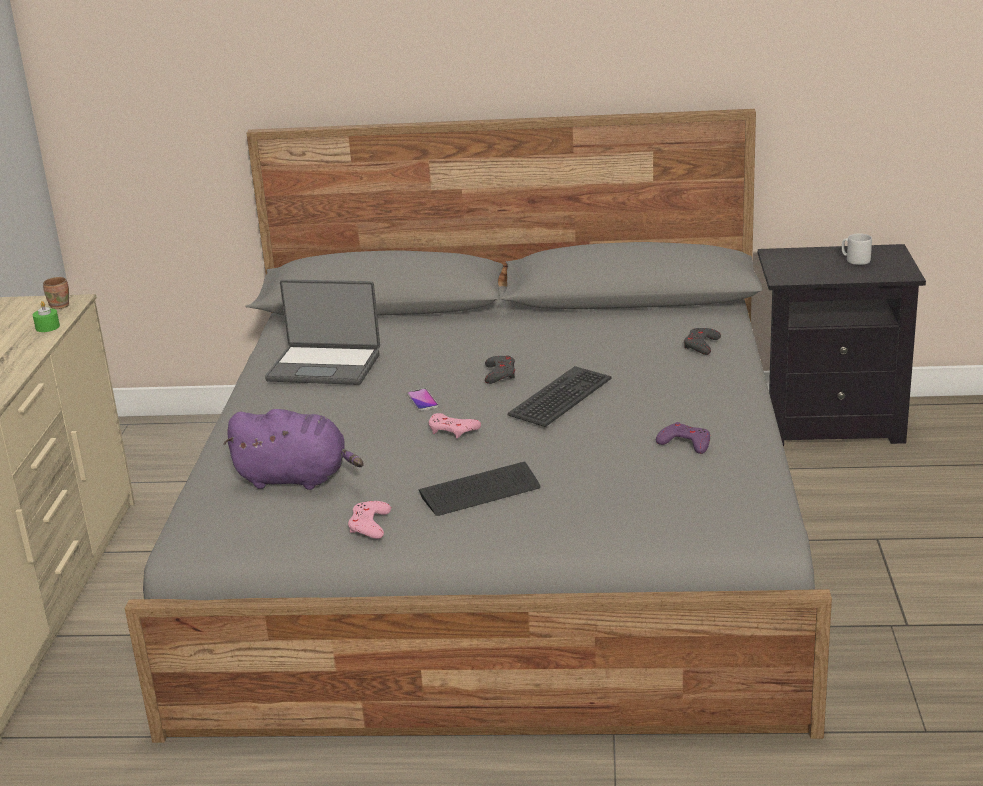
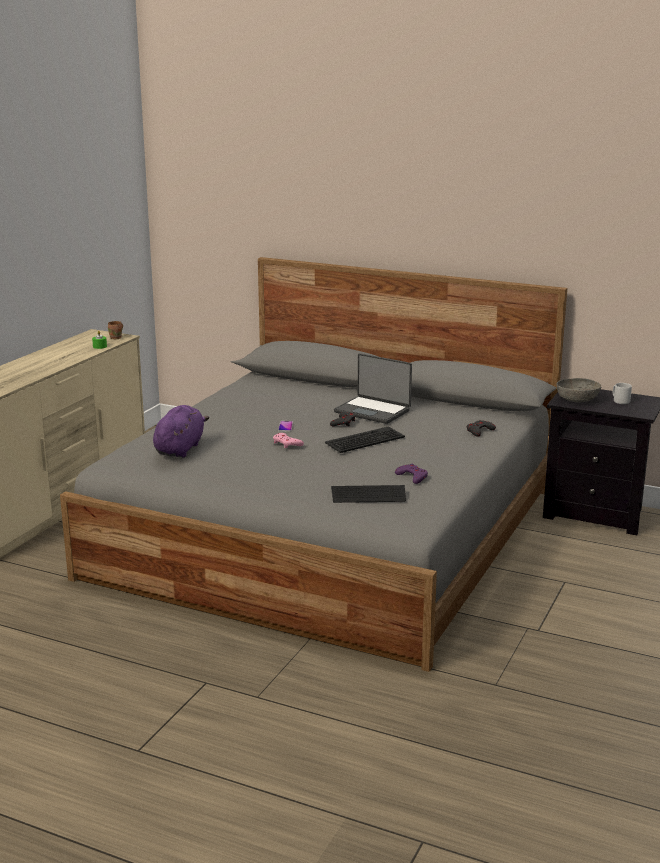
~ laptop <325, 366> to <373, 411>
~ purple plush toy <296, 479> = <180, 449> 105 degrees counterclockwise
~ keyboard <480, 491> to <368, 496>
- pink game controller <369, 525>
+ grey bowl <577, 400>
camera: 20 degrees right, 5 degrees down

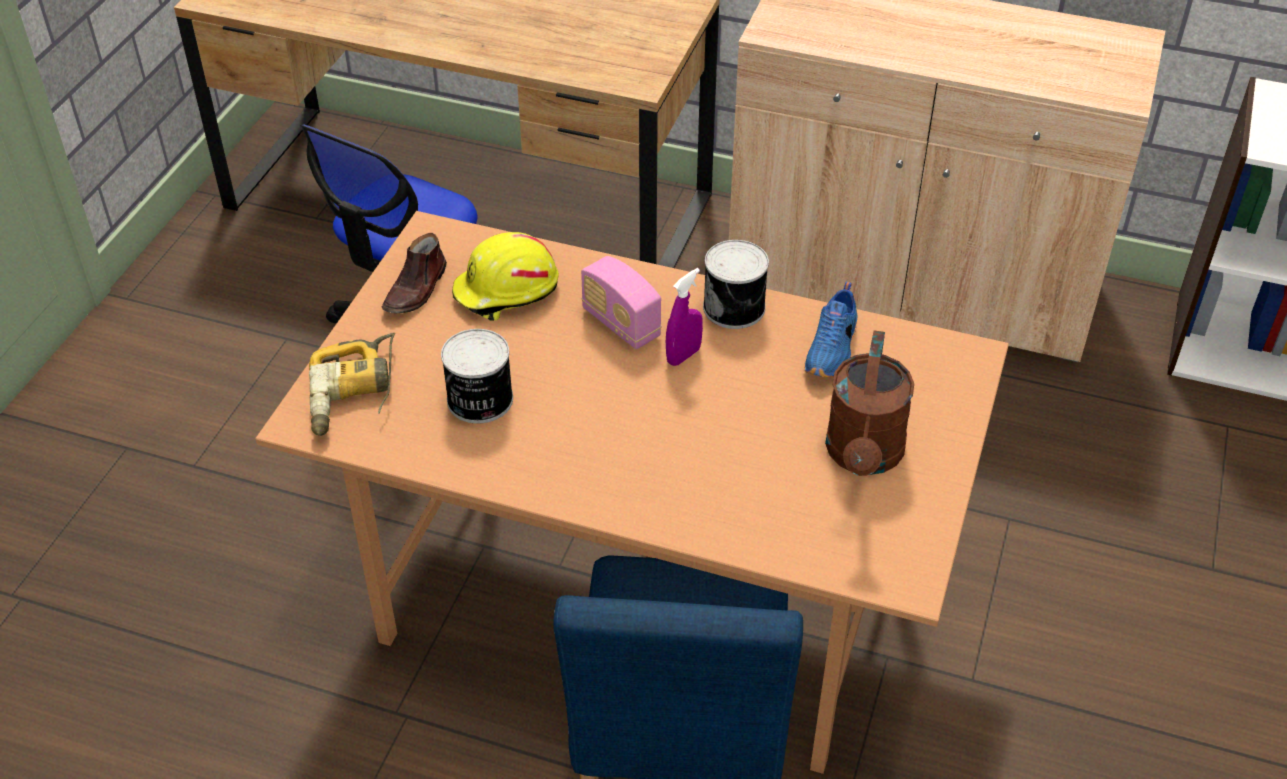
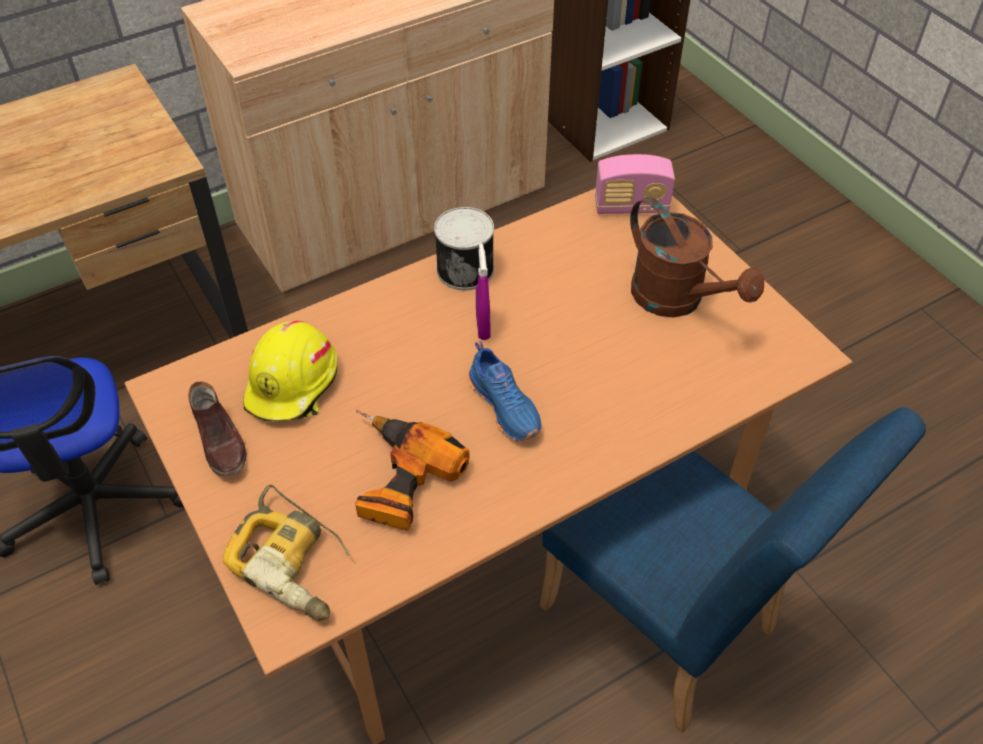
~ radio <621, 324> to <631, 206>
~ blue shoe <833, 350> to <506, 406>
~ can <479, 401> to power drill <397, 479>
camera: 50 degrees left, 5 degrees up

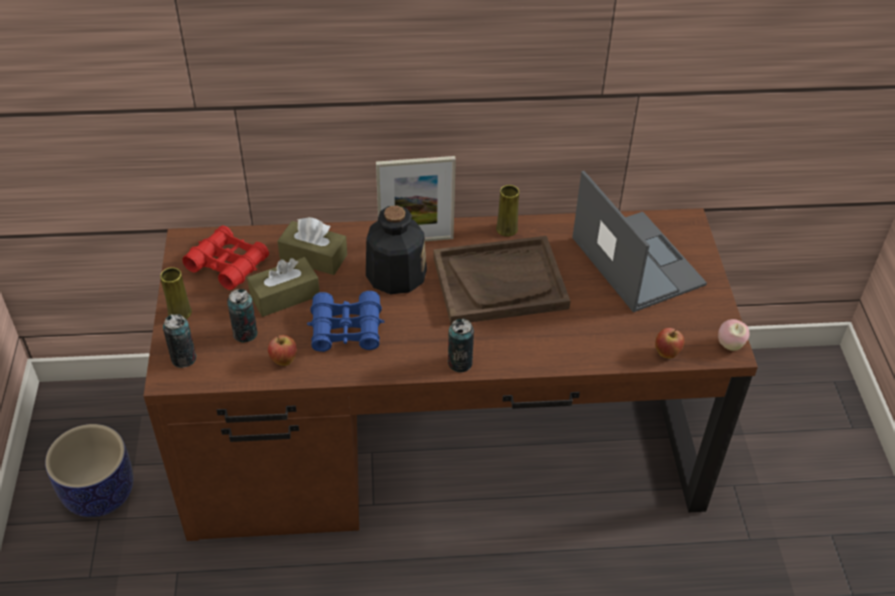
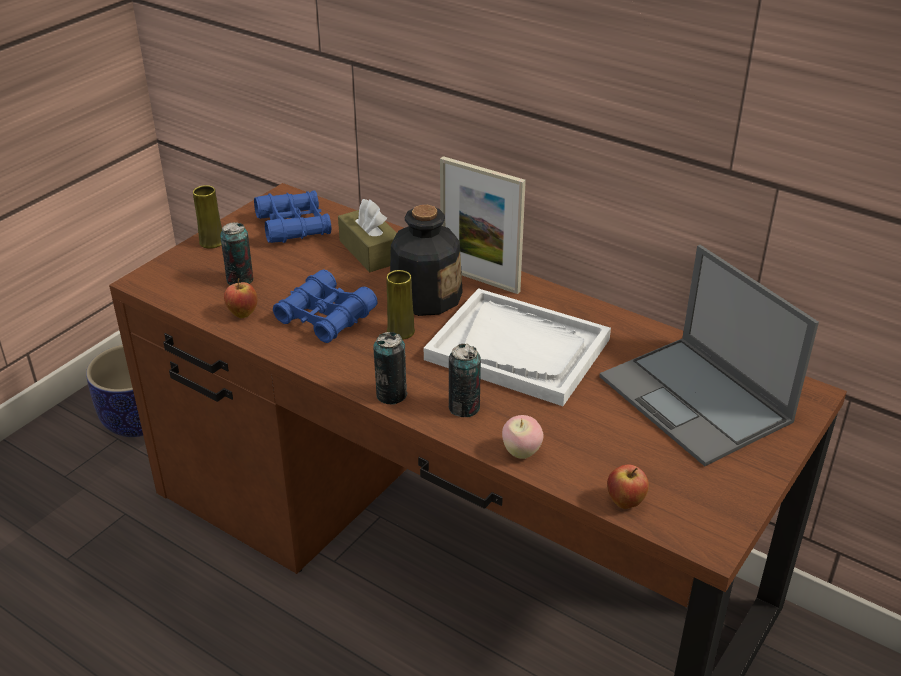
~ laptop <635, 260> = <696, 400> 135 degrees clockwise
~ yellow vase <506, 229> to <400, 331>
~ red binoculars <228, 264> to blue binoculars <294, 226>
~ brown tray <500, 282> to white tray <518, 349>
- brown tissue box <285, 296>
~ can <183, 358> to <464, 408>
~ apple <730, 345> to <521, 452>
camera: 40 degrees right, 10 degrees down

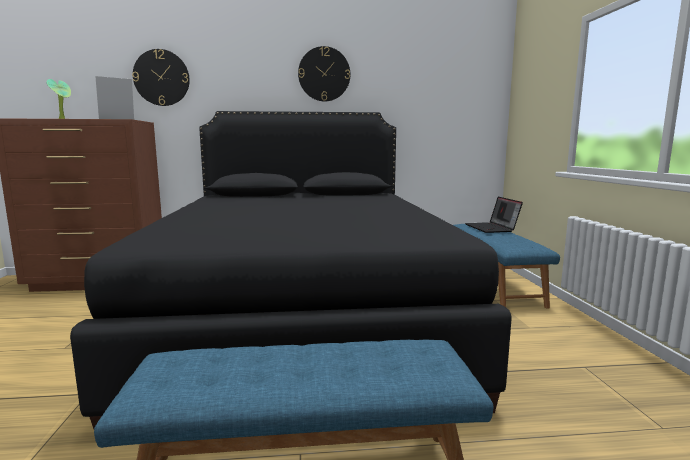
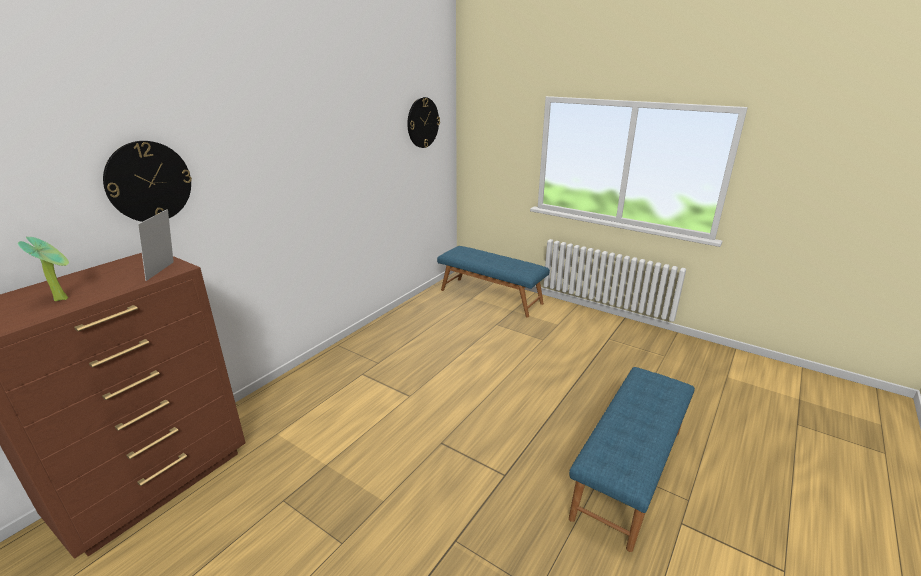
~ wall clock <324, 74> to <422, 122>
- black bed <303, 316>
- laptop <492, 228>
camera: 50 degrees left, 15 degrees up

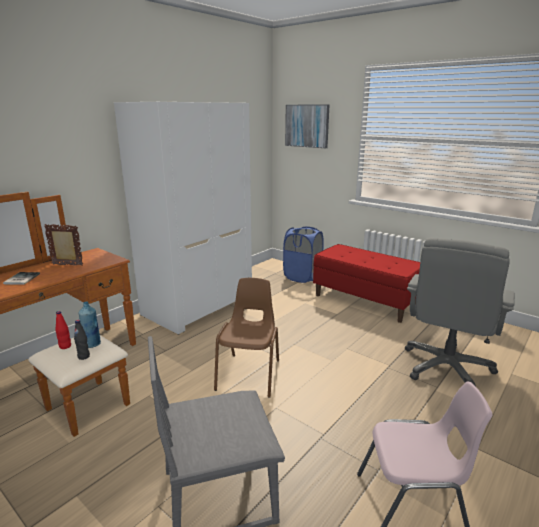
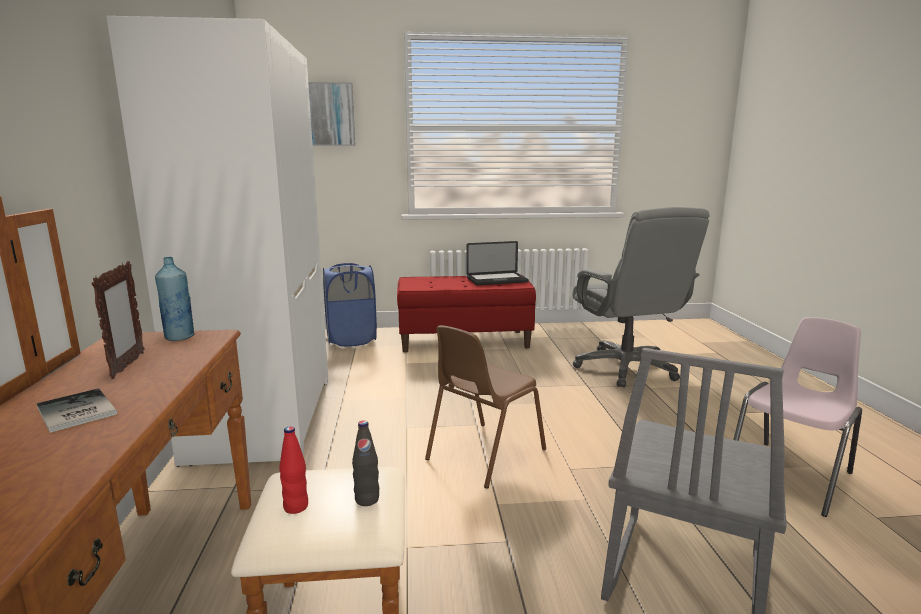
~ picture frame <67, 265> = <127, 365> 120 degrees clockwise
~ brown chair <250, 374> = <483, 454> 105 degrees counterclockwise
~ blue bottle <92, 344> to <179, 337>
+ laptop <497, 280>
camera: 45 degrees left, 5 degrees down

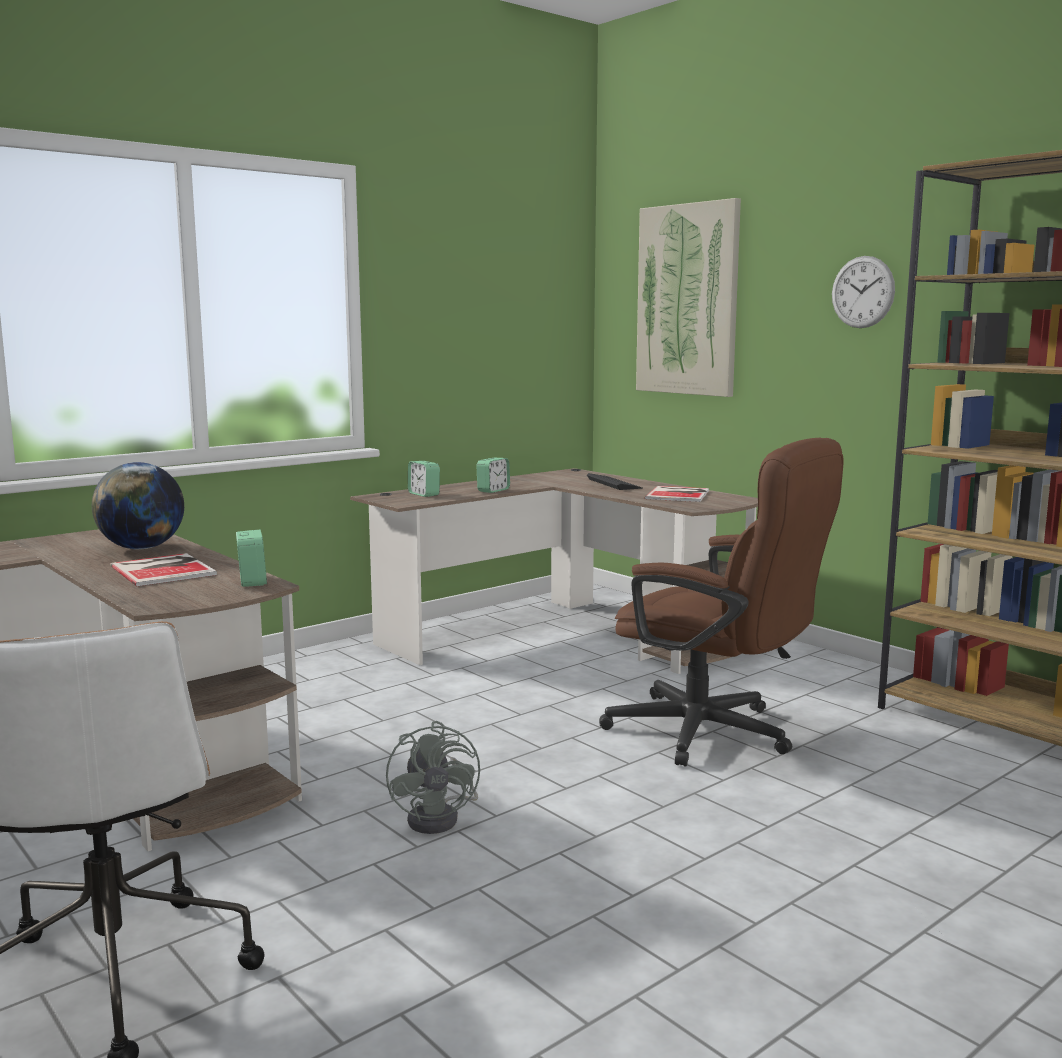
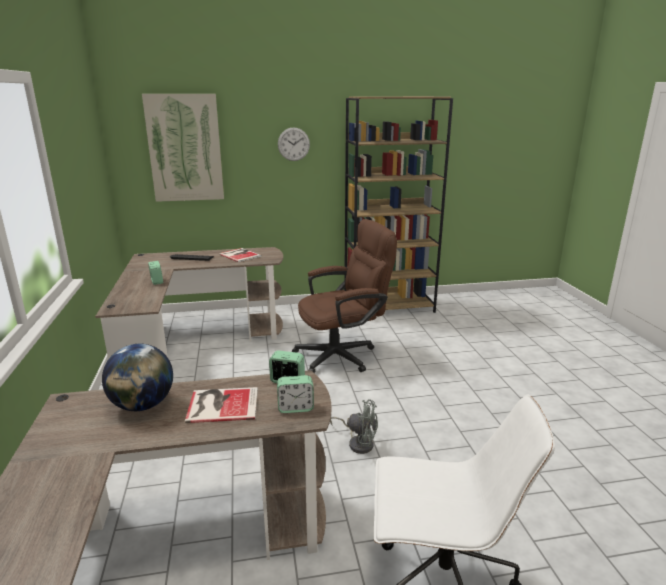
~ alarm clock <424, 494> to <295, 408>
camera: 60 degrees left, 10 degrees up

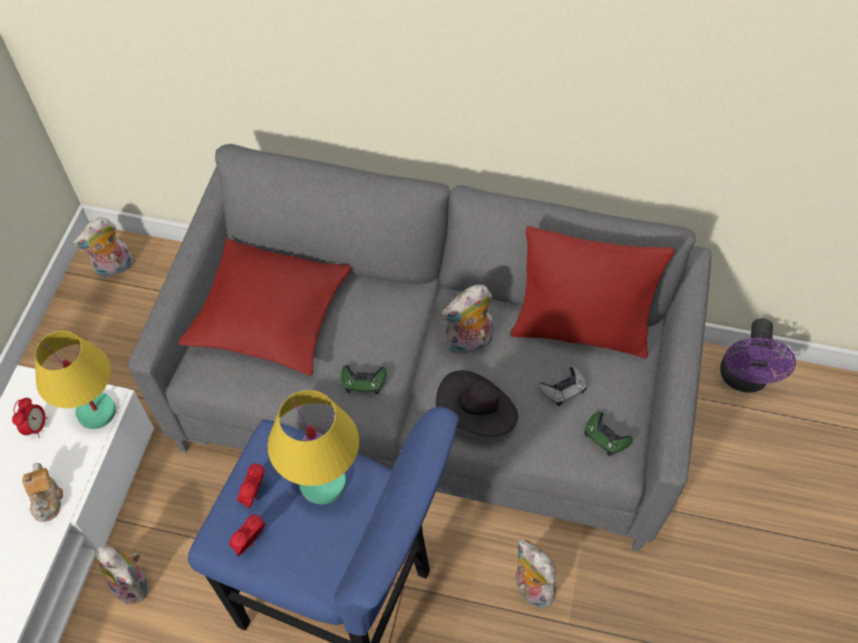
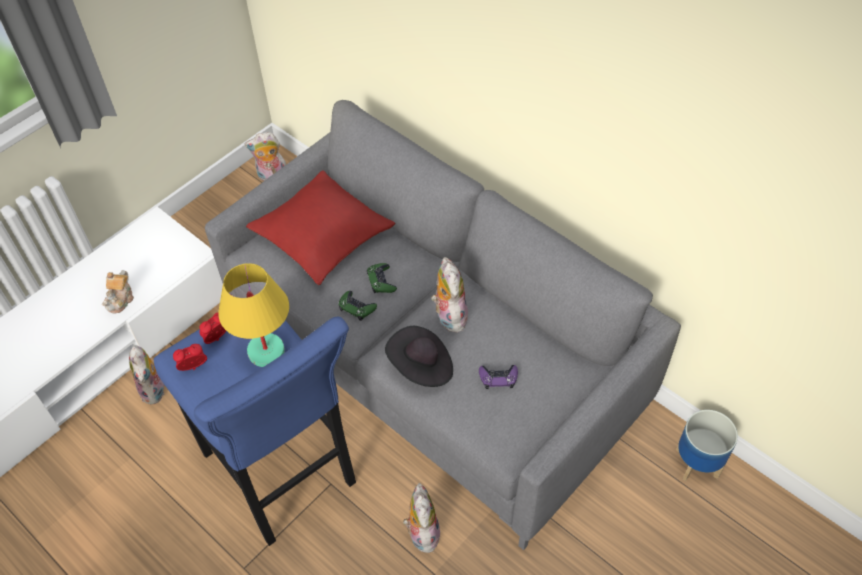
- red pillow <580, 330>
~ plush toy <469, 344> = <449, 315> 75 degrees clockwise
~ purple fan <743, 379> to planter <697, 463>
- yellow table lamp <95, 412>
~ grey game controller <563, 388> to purple game controller <498, 378>
- alarm clock <36, 427>
~ green game controller <606, 436> to <381, 281>
camera: 30 degrees right, 5 degrees down

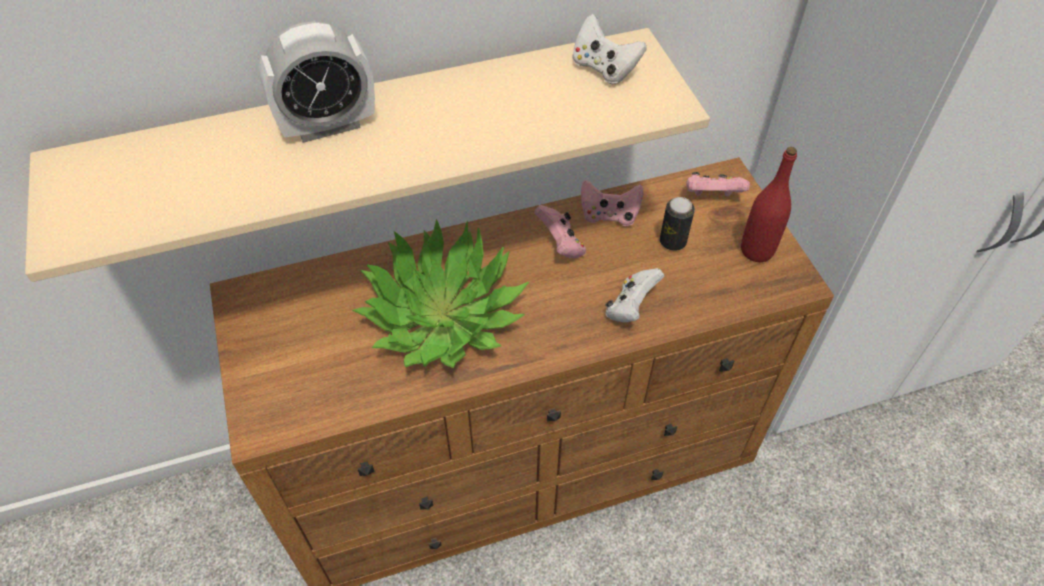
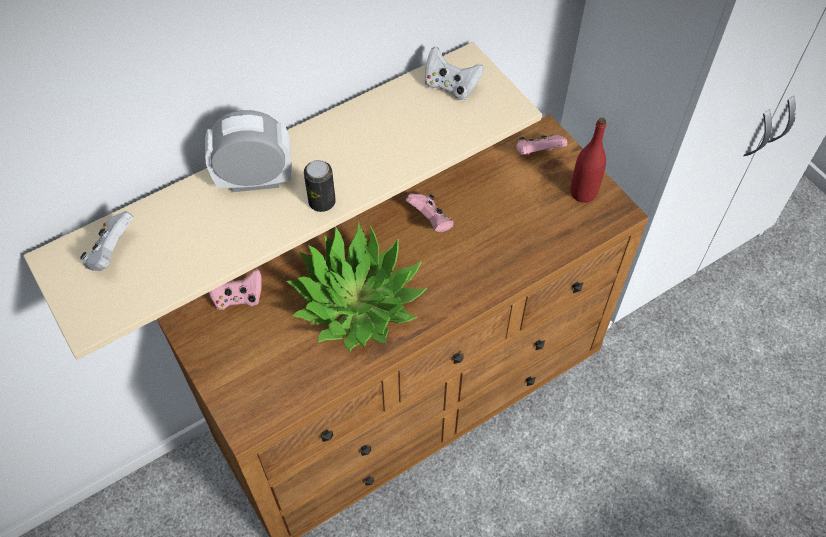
~ alarm clock <328, 125> = <255, 181> 150 degrees counterclockwise
~ pink game controller <609, 215> to <237, 297>
~ can <673, 241> to <322, 202>
~ white game controller <630, 307> to <112, 253>
camera: 15 degrees left, 5 degrees up

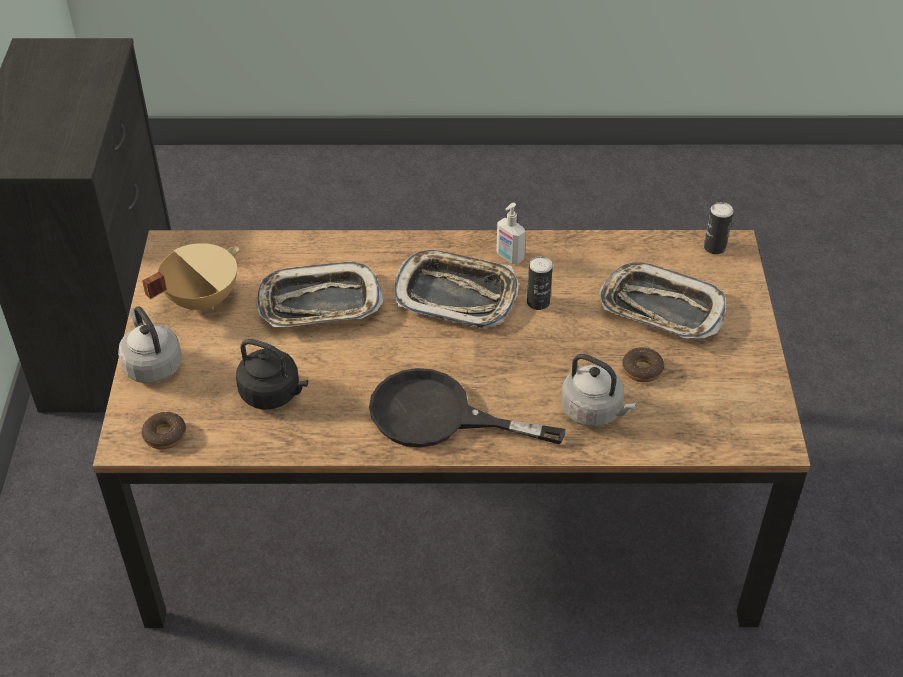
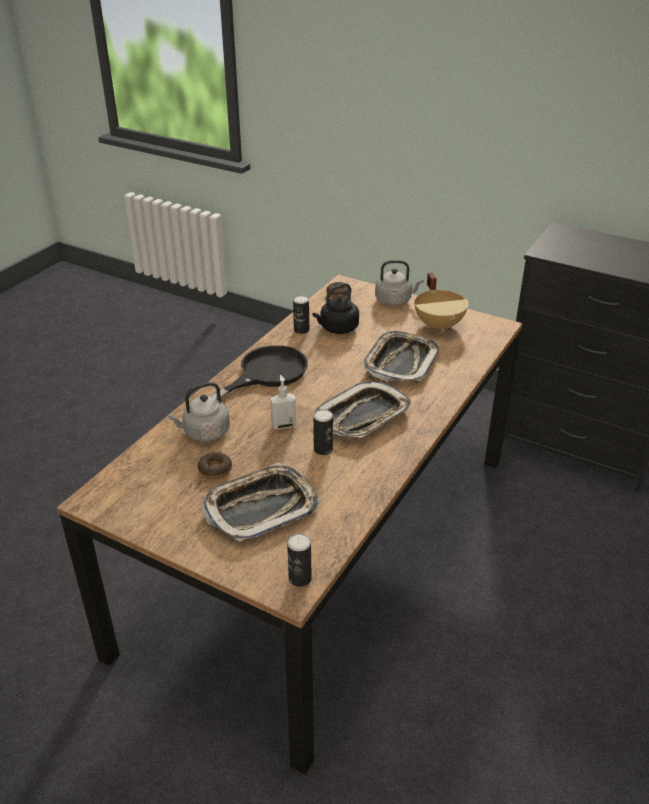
~ soap dispenser <509, 257> to <283, 425>
+ can <301, 330>
camera: 120 degrees right, 10 degrees down

